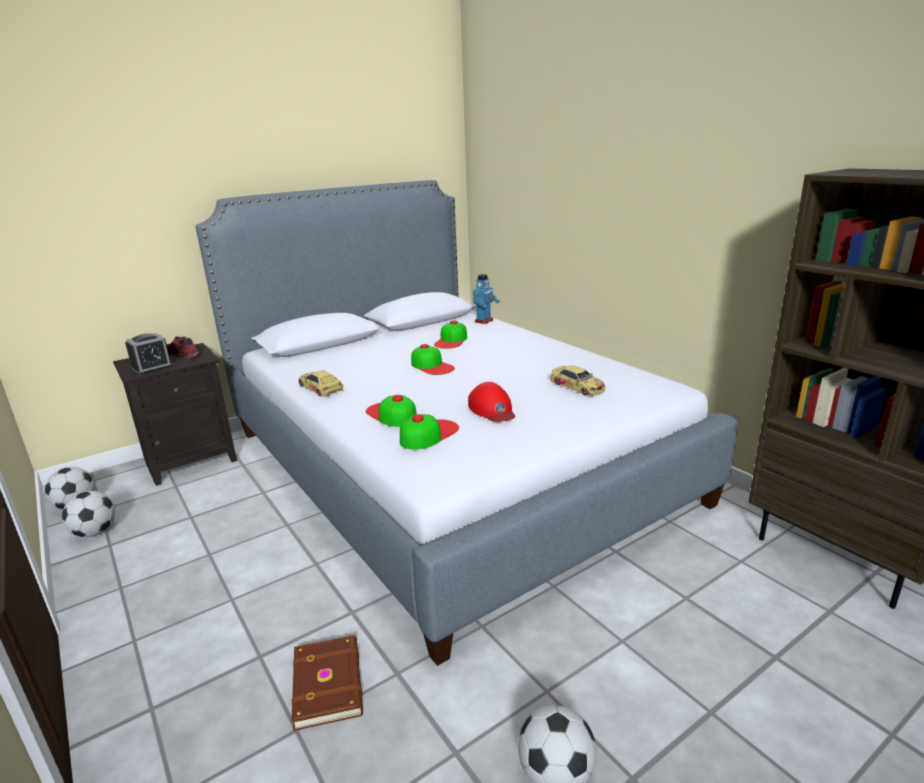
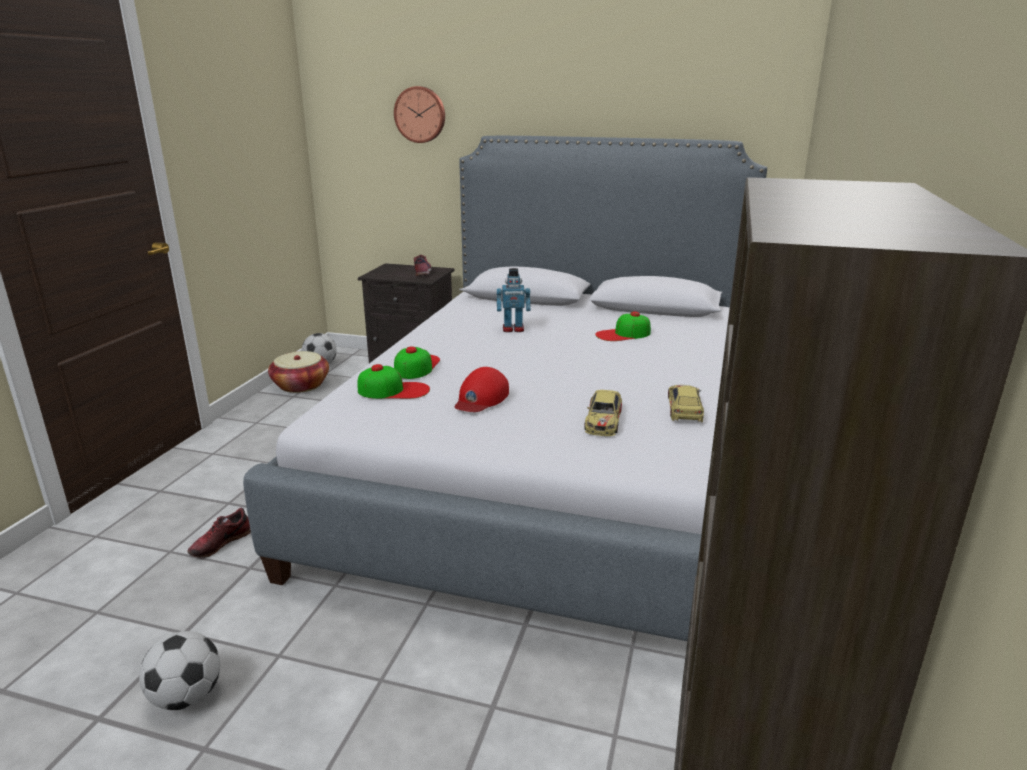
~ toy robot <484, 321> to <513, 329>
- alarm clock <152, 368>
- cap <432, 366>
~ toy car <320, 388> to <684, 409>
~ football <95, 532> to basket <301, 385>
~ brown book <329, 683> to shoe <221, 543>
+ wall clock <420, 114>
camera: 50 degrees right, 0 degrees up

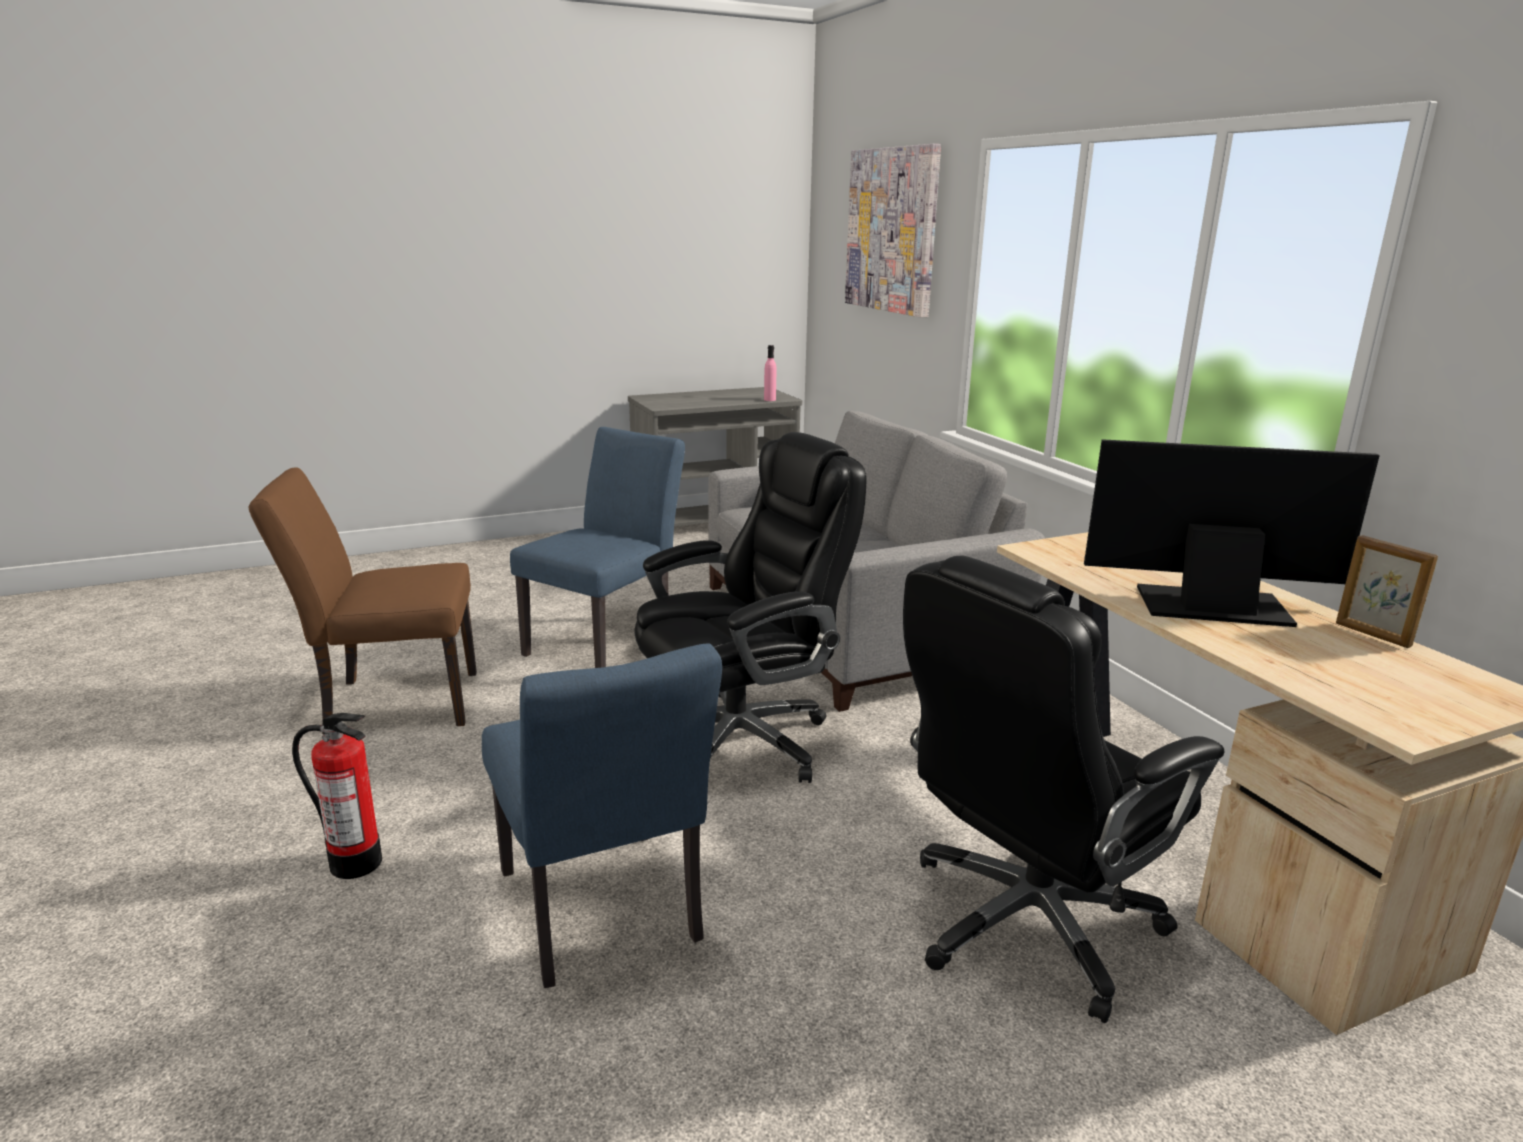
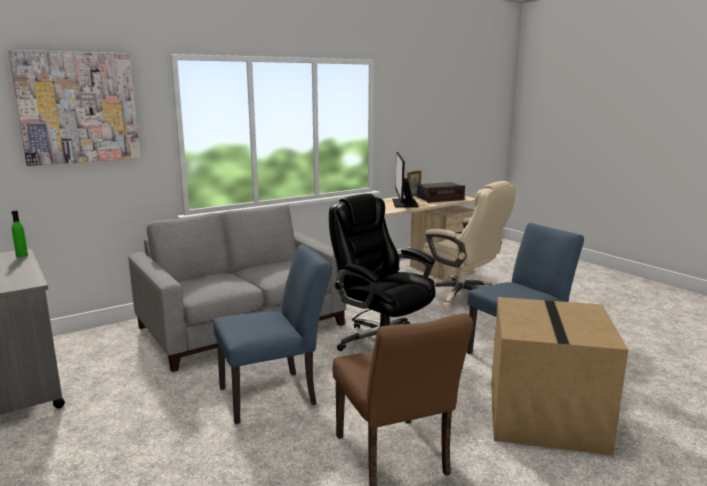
~ pink bottle <769, 400> to green bottle <22, 255>
~ blue chair <607, 642> = <275, 394> 135 degrees clockwise
~ black office chair <1027, 924> to beige office chair <462, 296>
~ fire extinguisher <356, 862> to cardboard box <543, 415>
+ radio <440, 199>
camera: 100 degrees left, 5 degrees down

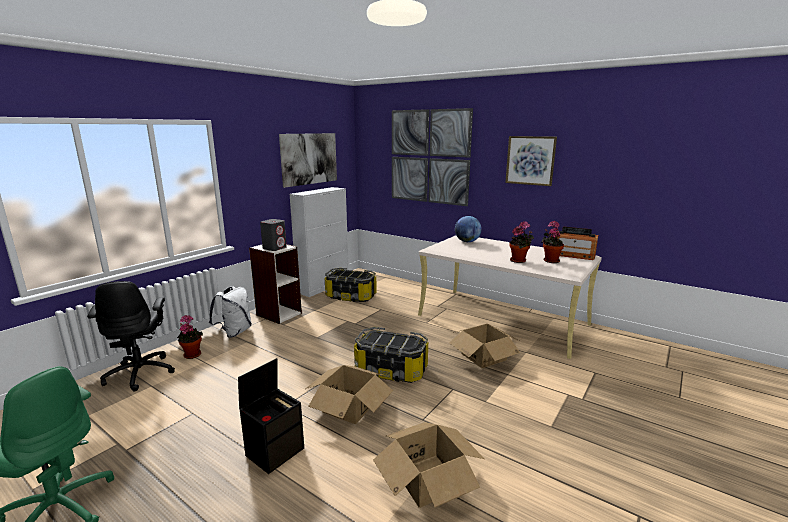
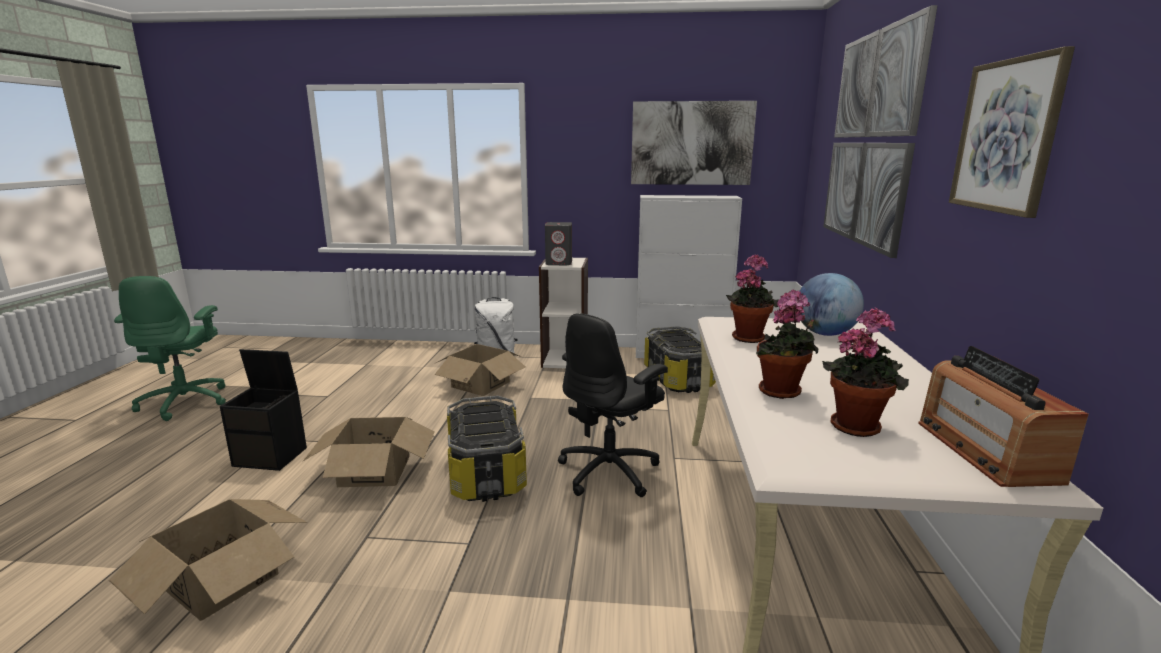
~ black office chair <141, 373> to <610, 471>
~ potted plant <192, 354> to <748, 337>
~ cardboard box <484, 356> to <480, 384>
camera: 60 degrees right, 0 degrees up

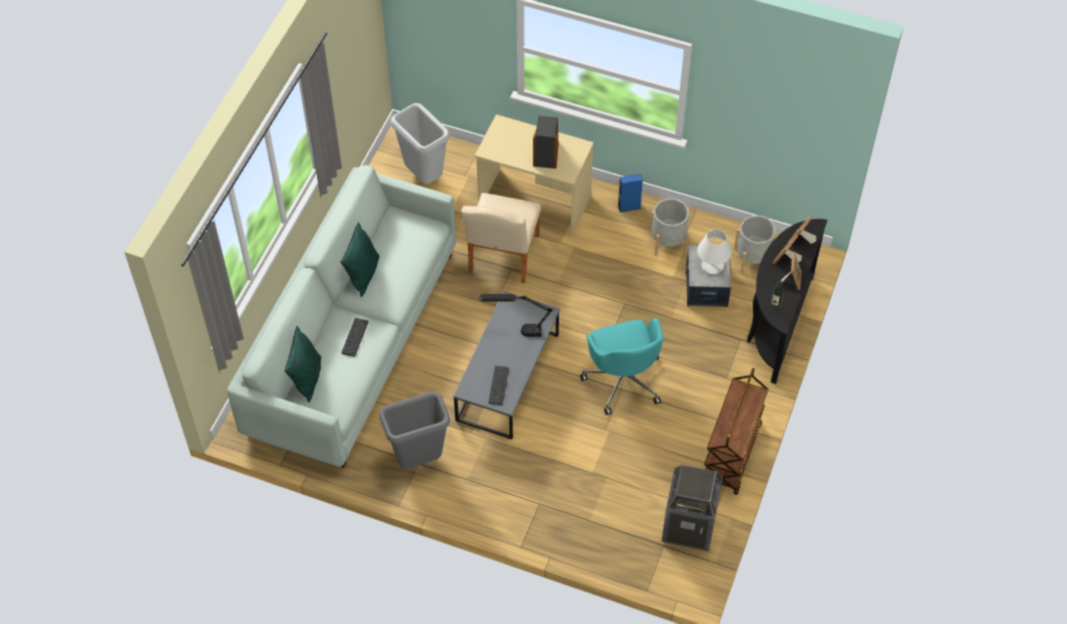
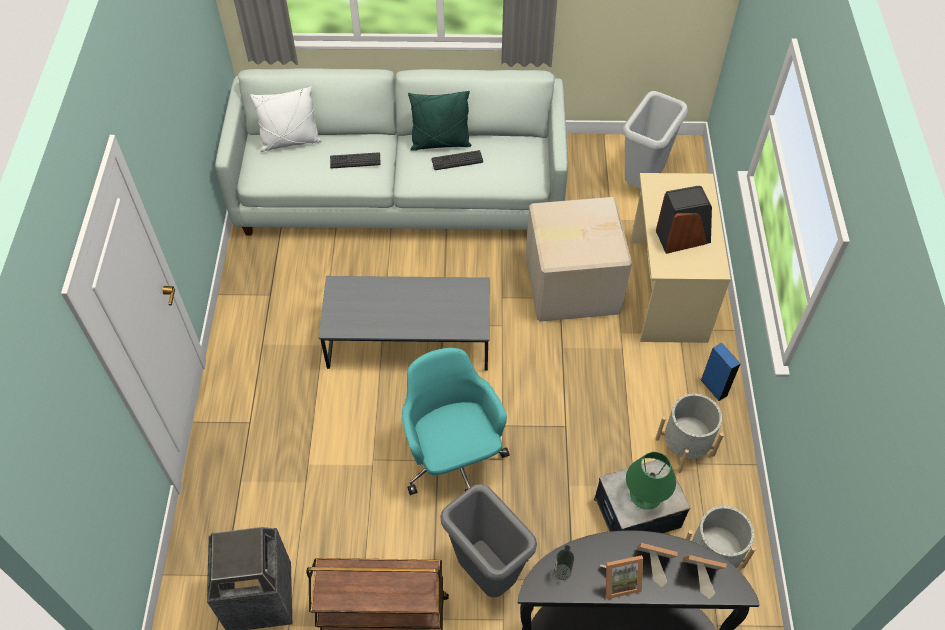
~ beige chair <502, 257> to cardboard box <570, 284>
~ white table lamp <712, 265> to green table lamp <646, 495>
- black table lamp <517, 331>
~ turquoise office chair <623, 379> = <453, 458> 105 degrees clockwise
~ green pillow <307, 378> to white pillow <290, 142>
~ keyboard <498, 385> to <457, 160>
~ grey trash can <419, 459> to <488, 574>
camera: 70 degrees right, 0 degrees up

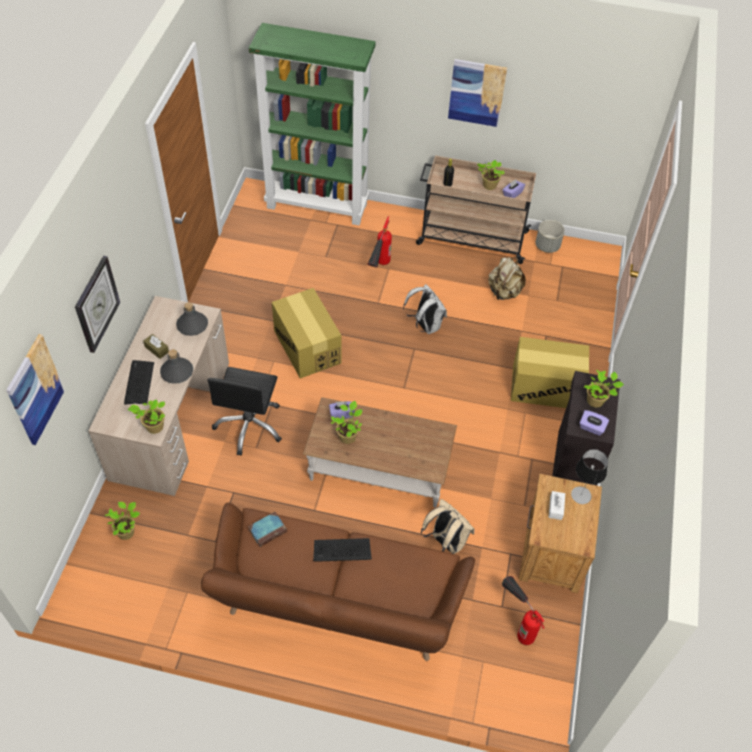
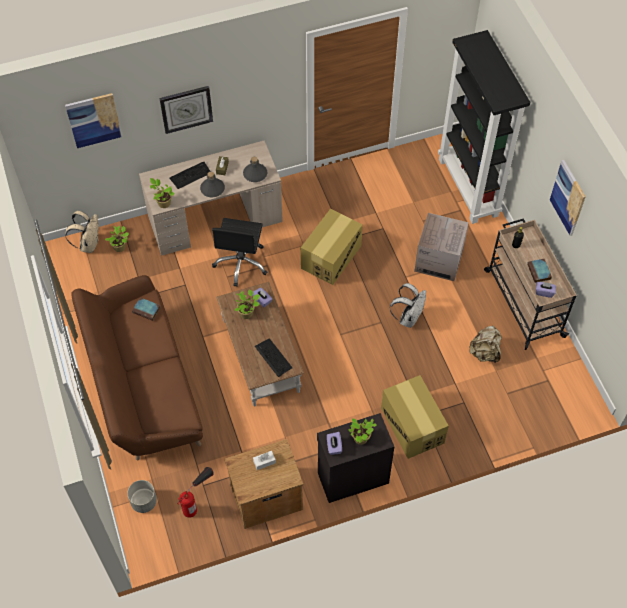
~ green bookcase <318, 205> to black bookcase <469, 187>
~ potted plant <488, 186> to book <539, 272>
~ fire extinguisher <379, 269> to cardboard box <439, 260>
~ grey planter <547, 246> to <143, 501>
~ black office chair <249, 425> = <241, 263> 60 degrees counterclockwise
- table lamp <581, 495>
~ beige backpack <445, 541> to <89, 244>
~ keyboard <342, 550> to <273, 357>
camera: 60 degrees right, 5 degrees up

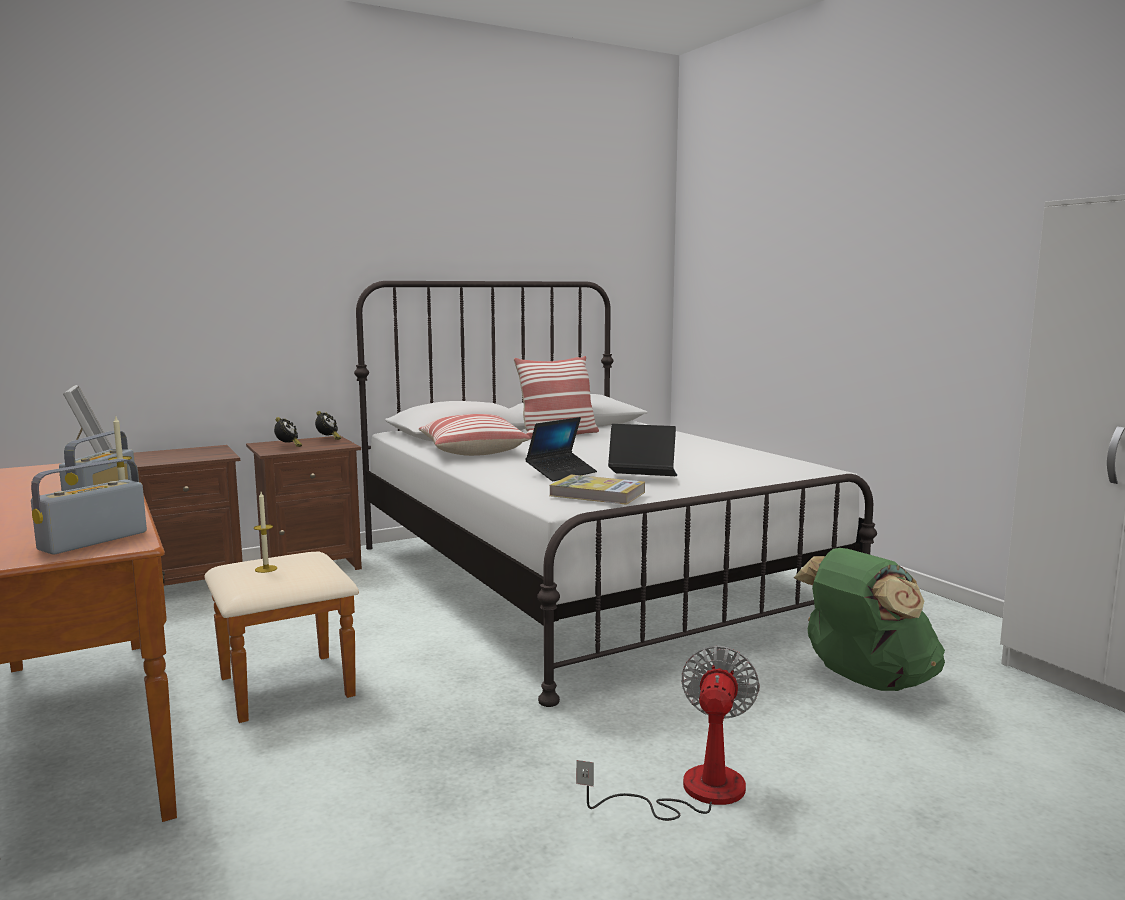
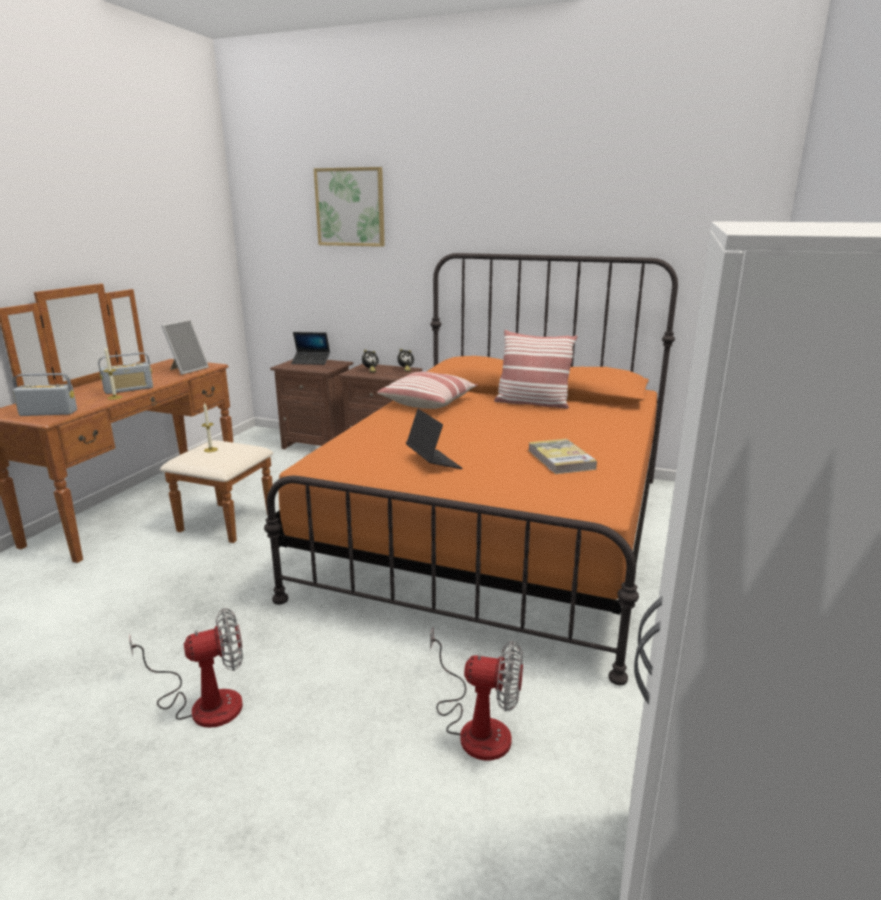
~ white bed <585, 579> to orange bed <498, 531>
~ laptop <561, 473> to <311, 362>
~ book <597, 494> to <561, 459>
~ green backpack <865, 680> to fan <476, 726>
+ picture <350, 207>
camera: 50 degrees right, 10 degrees up

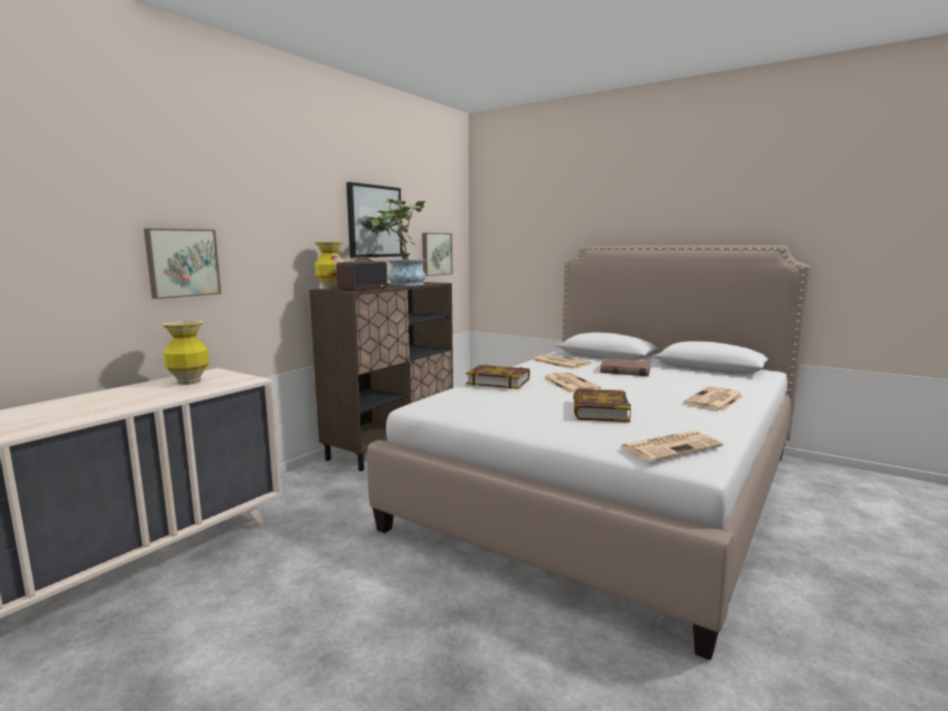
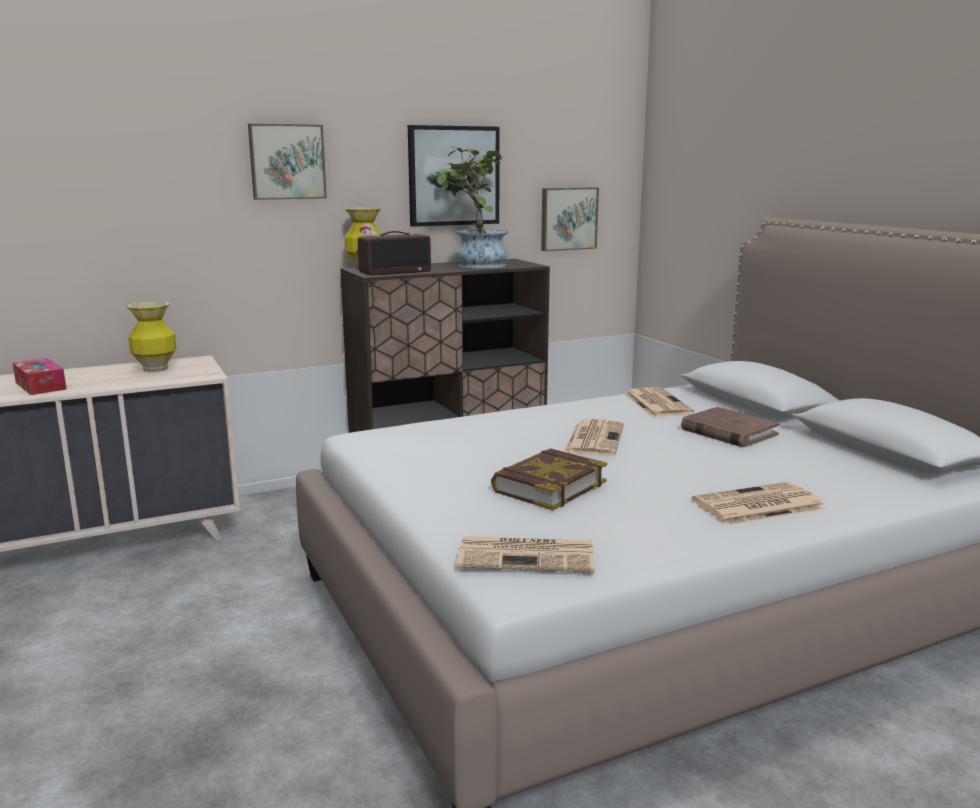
~ picture <182, 263> to <287, 162>
- book <498, 381>
+ tissue box <40, 386>
camera: 30 degrees right, 5 degrees up

